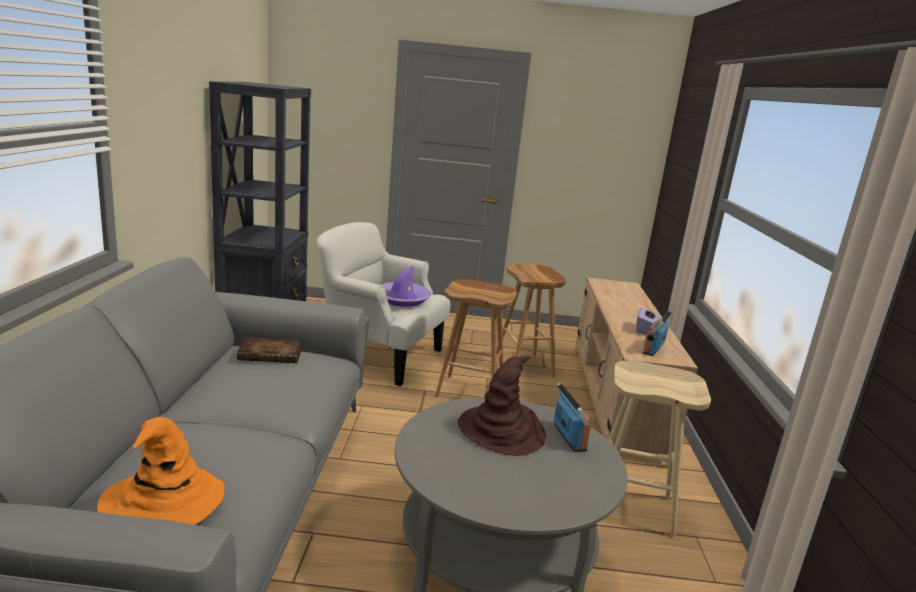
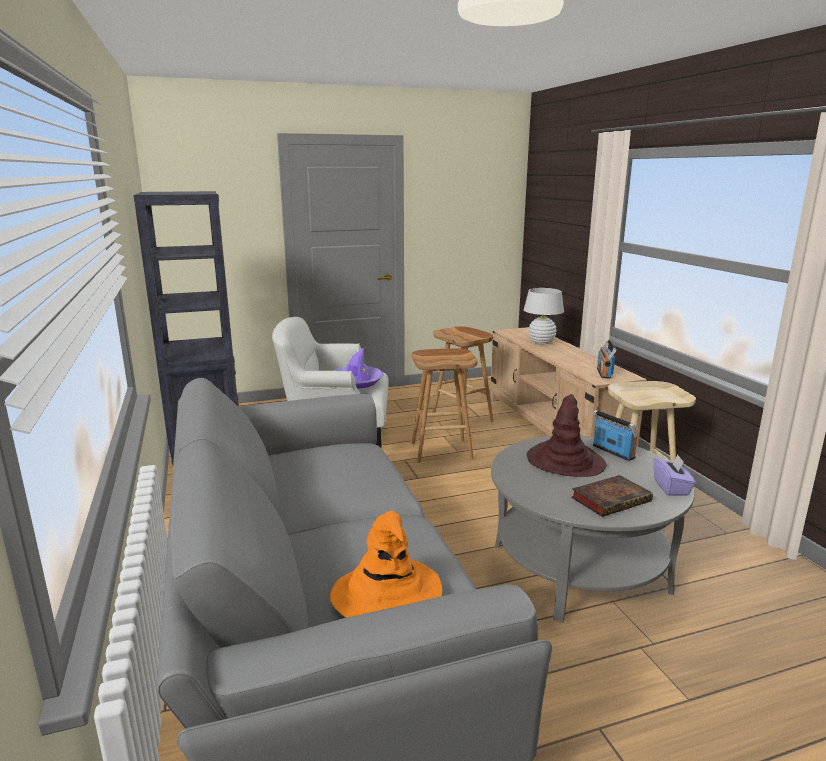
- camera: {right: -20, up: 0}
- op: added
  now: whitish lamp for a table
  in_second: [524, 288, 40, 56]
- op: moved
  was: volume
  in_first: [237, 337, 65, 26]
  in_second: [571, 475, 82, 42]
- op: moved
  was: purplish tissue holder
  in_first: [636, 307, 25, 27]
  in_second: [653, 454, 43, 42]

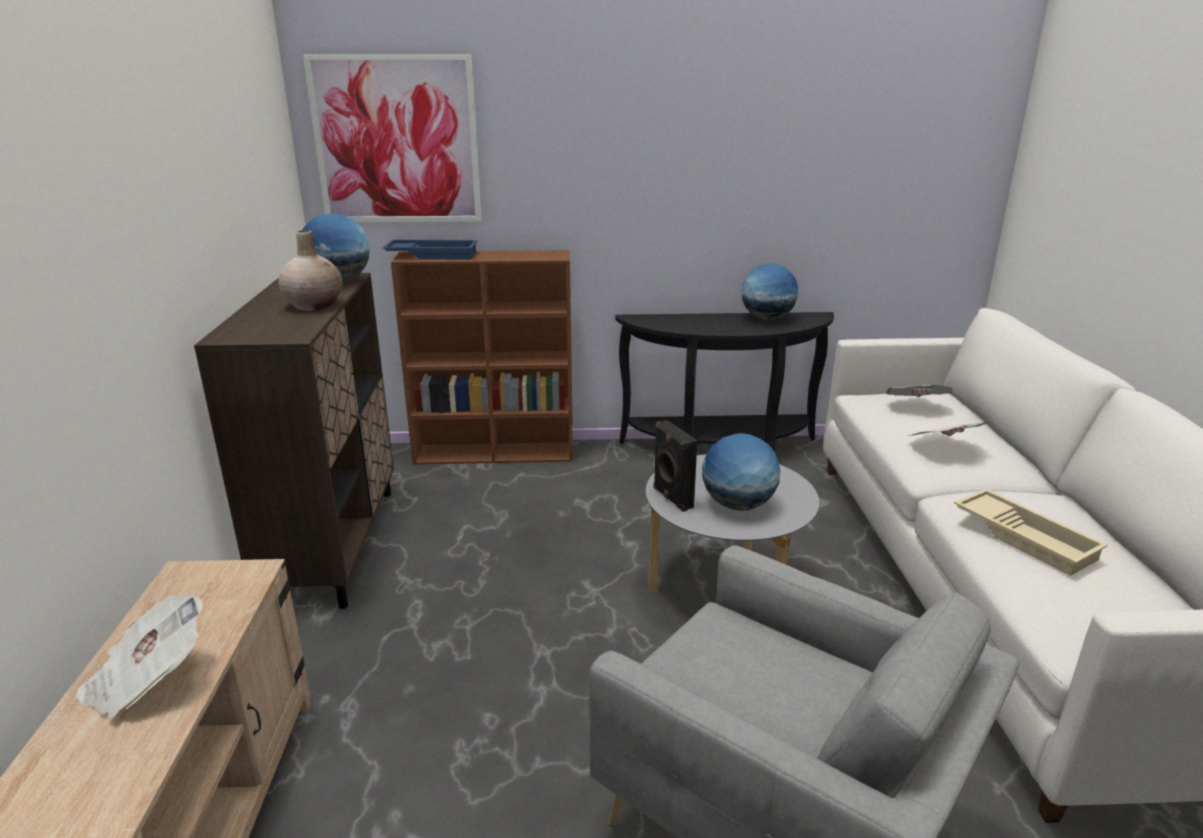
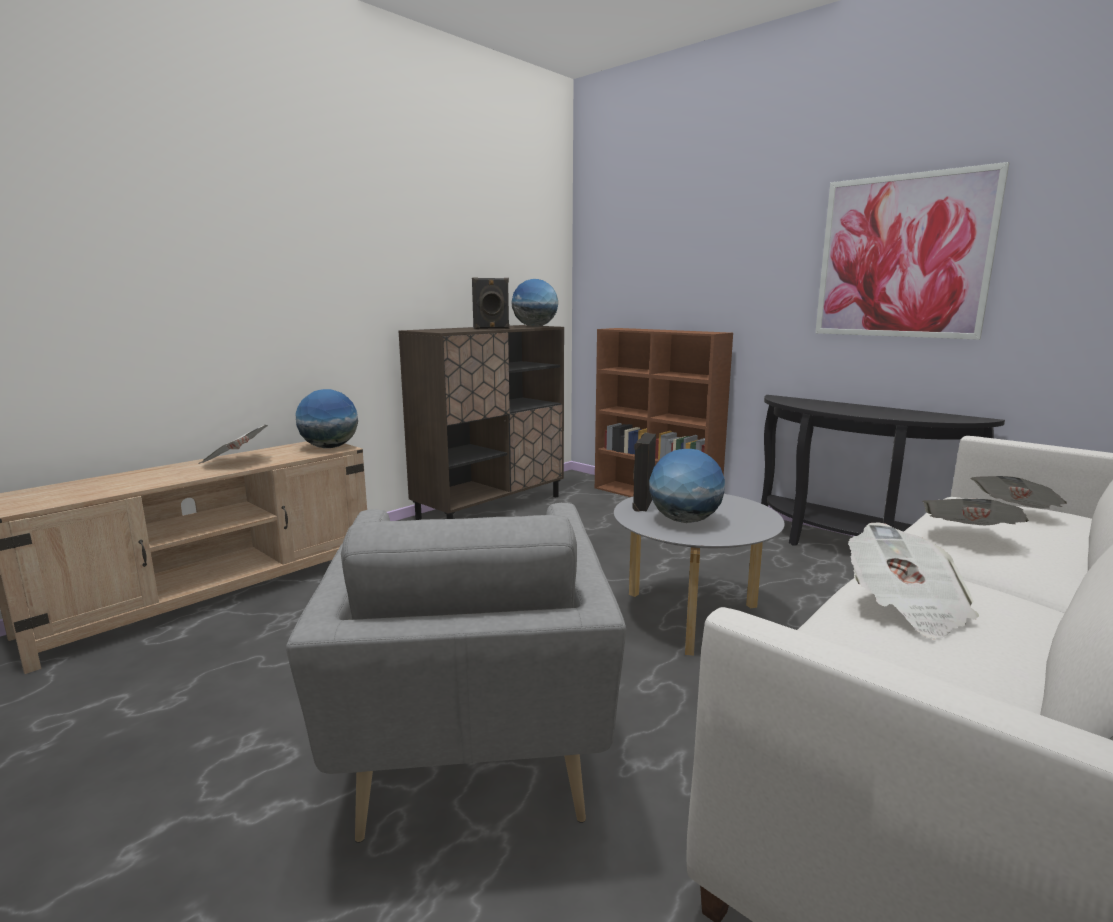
- camera: {right: 45, up: -10}
- op: moved
  was: world globe
  in_first: [742, 264, 56, 56]
  in_second: [296, 389, 62, 59]
- op: replaced
  was: sand-coloured flower vase
  now: blackish loudspeaker
  in_first: [278, 230, 65, 81]
  in_second: [472, 277, 38, 52]
- op: moved
  was: wall art
  in_first: [303, 54, 179, 168]
  in_second: [815, 162, 194, 178]
- op: replaced
  was: sand-coloured carrying tray
  now: newspaper
  in_first: [954, 489, 154, 87]
  in_second: [848, 522, 131, 118]
- op: removed
  was: blue carrying tray
  in_first: [383, 240, 95, 20]

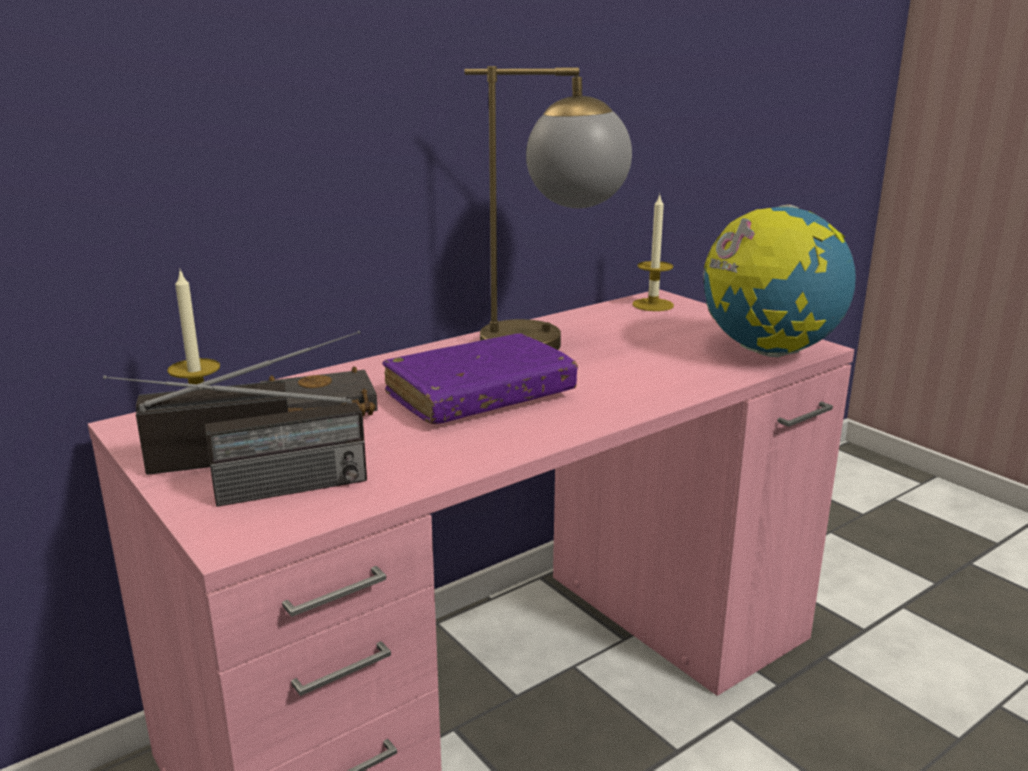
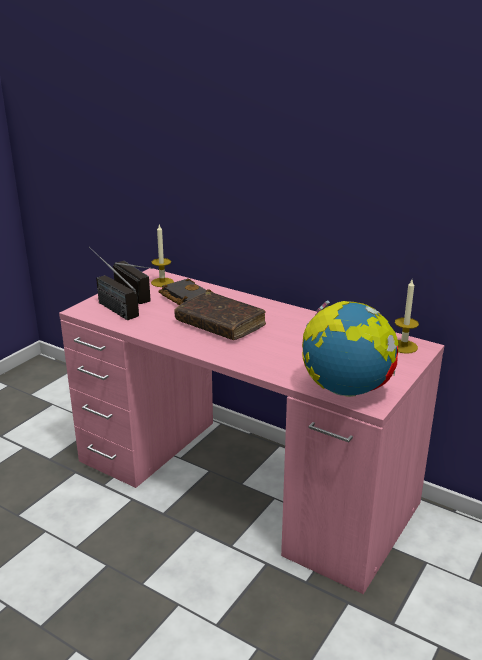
- camera: {right: 70, up: 5}
- op: recoloured
  was: purplish volume
  now: brown-coloured volume
  in_first: [382, 333, 196, 91]
  in_second: [174, 291, 92, 49]
- op: removed
  was: lamp for a table
  in_first: [465, 66, 167, 284]

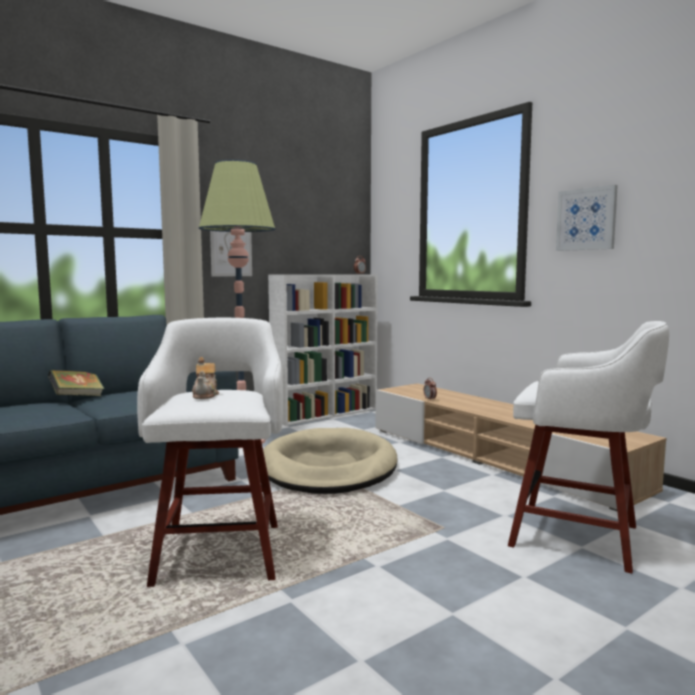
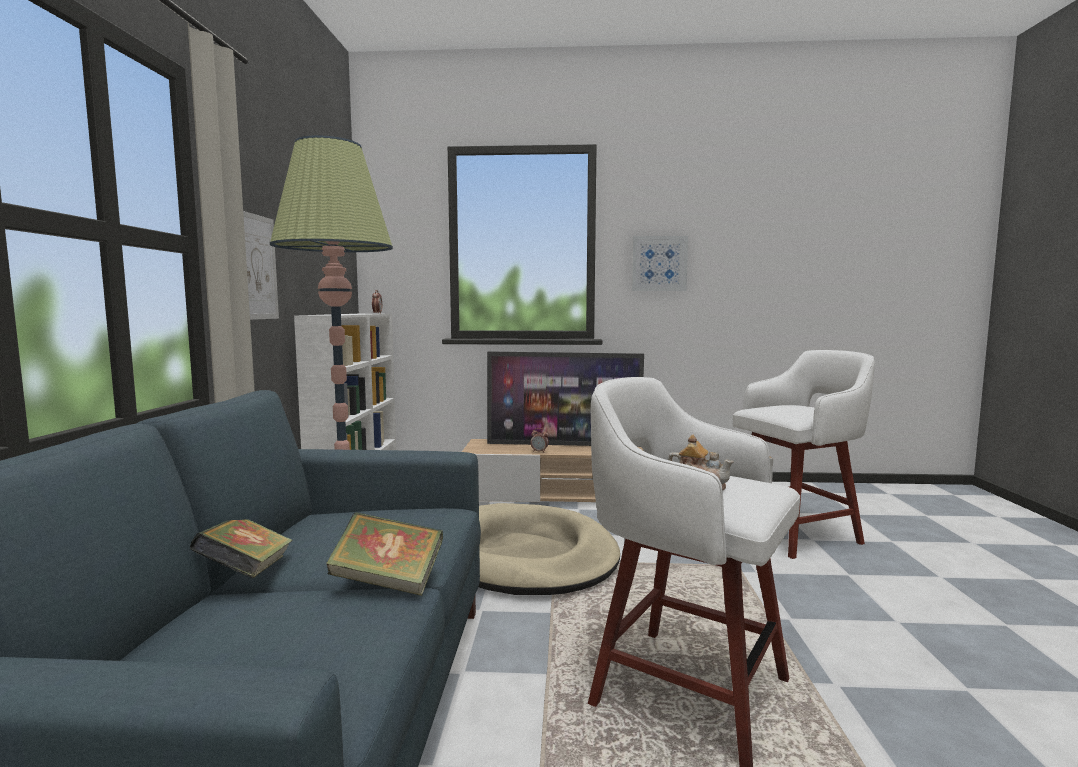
- camera: {right: -50, up: 0}
- op: added
  now: volume
  in_second: [326, 512, 117, 84]
- op: added
  now: TV set
  in_second: [487, 351, 157, 95]

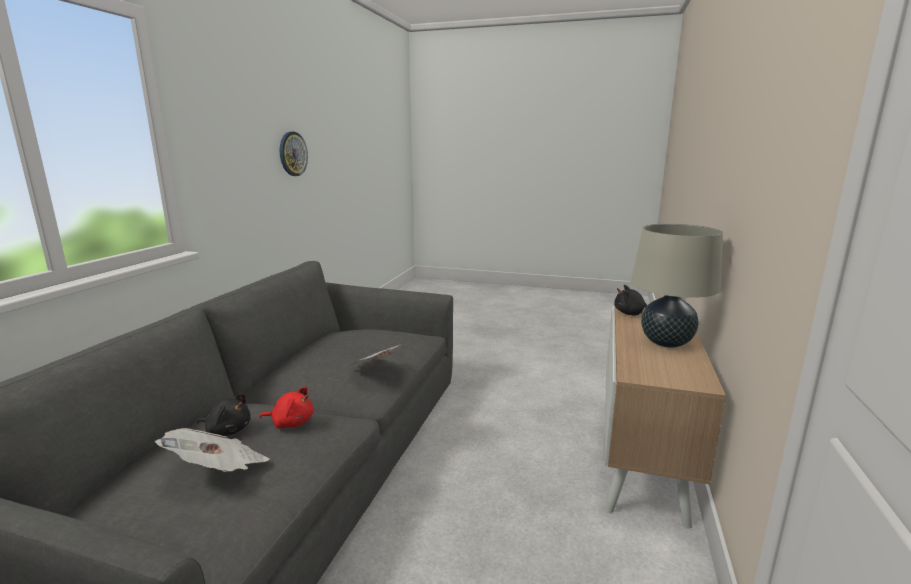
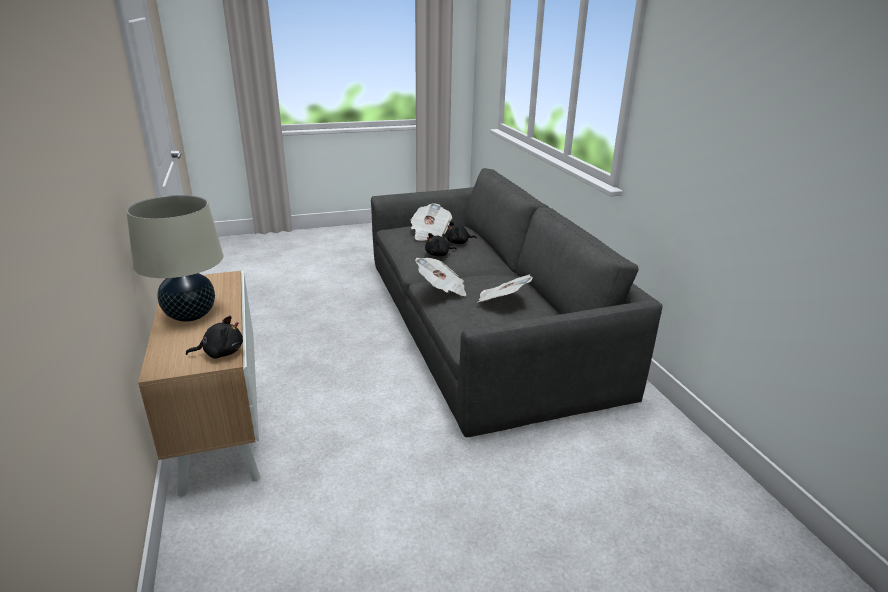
- camera: {right: 145, up: 10}
- op: recoloured
  was: red plush toy
  now: blackish plush toy
  in_first: [259, 387, 55, 42]
  in_second: [425, 233, 32, 24]
- op: added
  now: newspaper
  in_second: [477, 274, 56, 29]
- op: removed
  was: clock on the wall
  in_first: [280, 132, 28, 44]

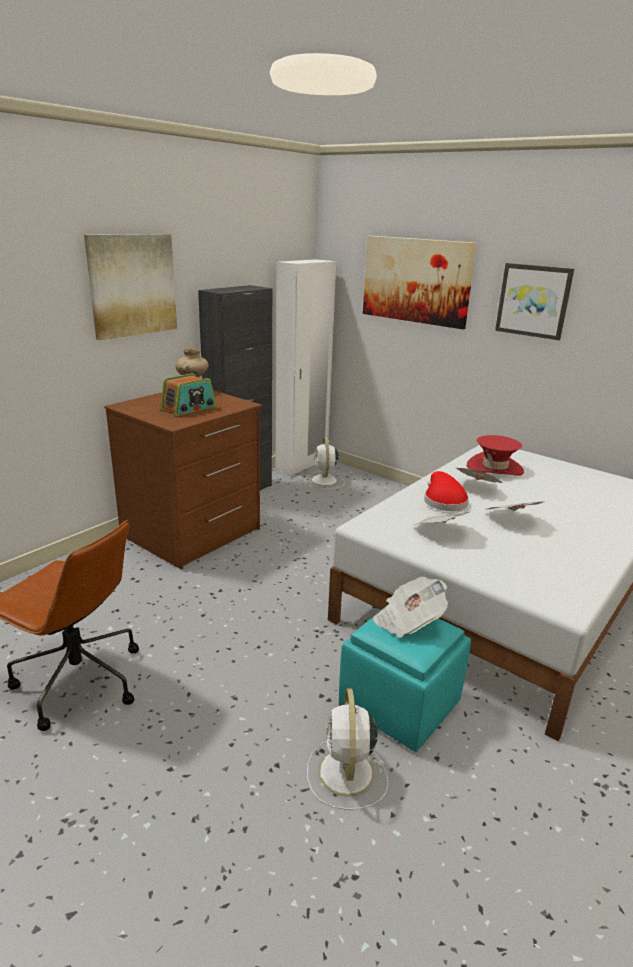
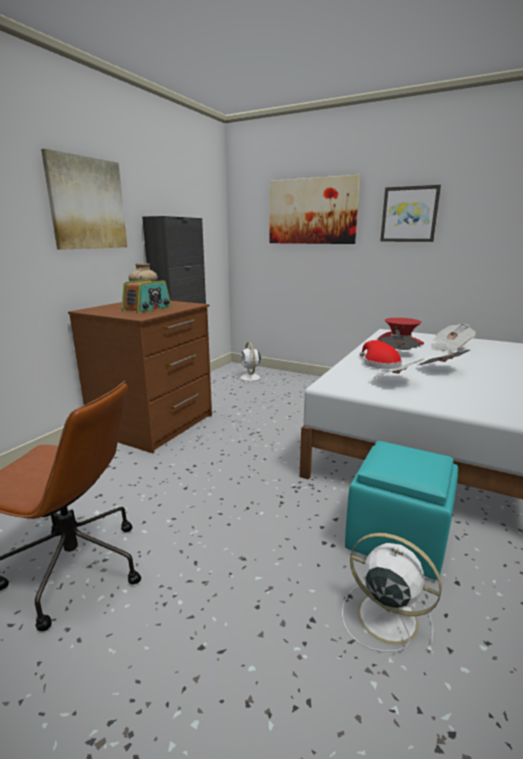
- camera: {right: -10, up: -5}
- op: turned
  was: whitish cooling fan
  in_first: [307, 688, 81, 122]
  in_second: [342, 533, 100, 120]
  clockwise: 135
- op: moved
  was: newspaper
  in_first: [373, 576, 75, 62]
  in_second: [431, 324, 45, 27]
- op: removed
  was: whitish armoire
  in_first: [275, 259, 61, 216]

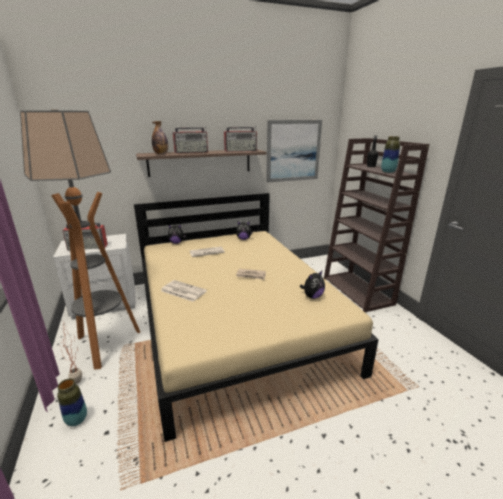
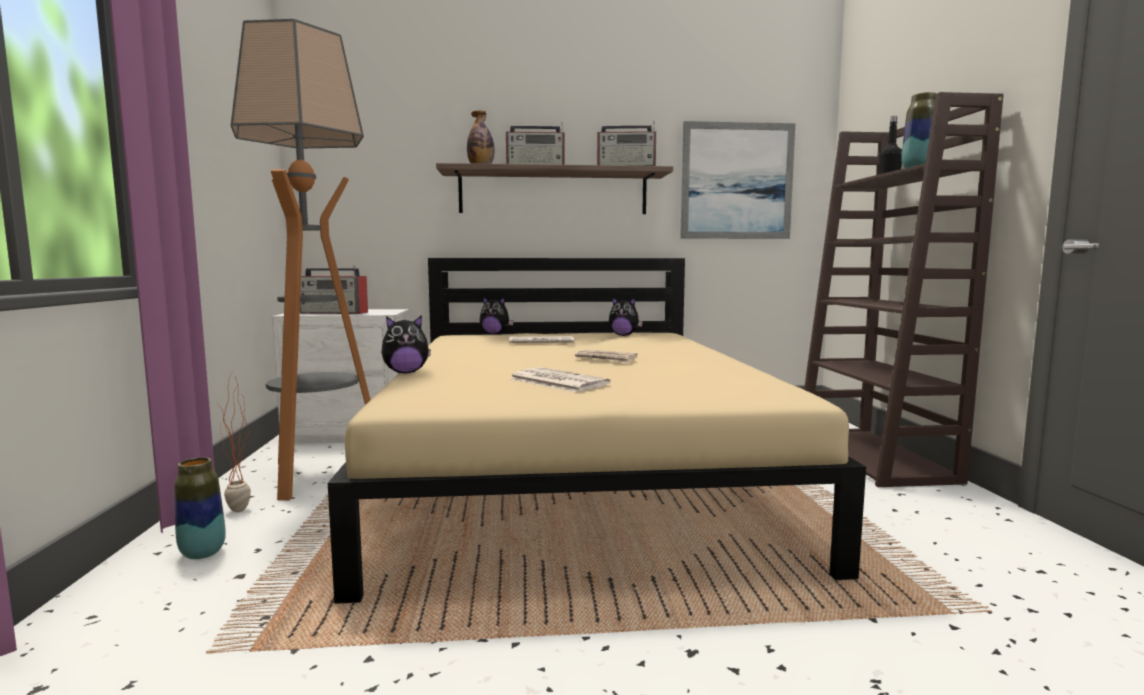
- camera: {right: 15, up: -15}
- op: moved
  was: plush toy
  in_first: [300, 271, 25, 28]
  in_second: [381, 315, 50, 58]
- op: moved
  was: newspaper
  in_first: [161, 280, 46, 22]
  in_second: [509, 367, 102, 25]

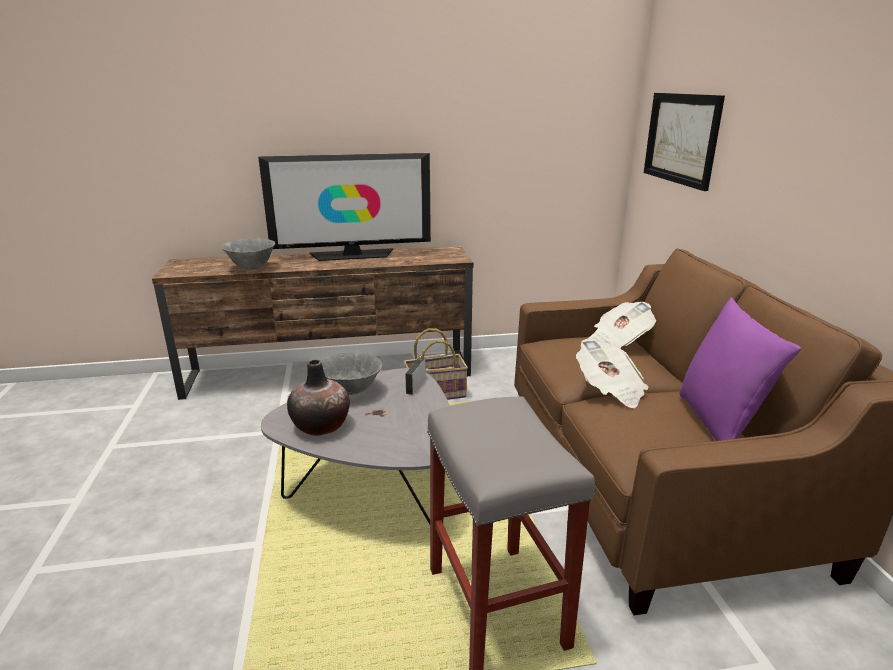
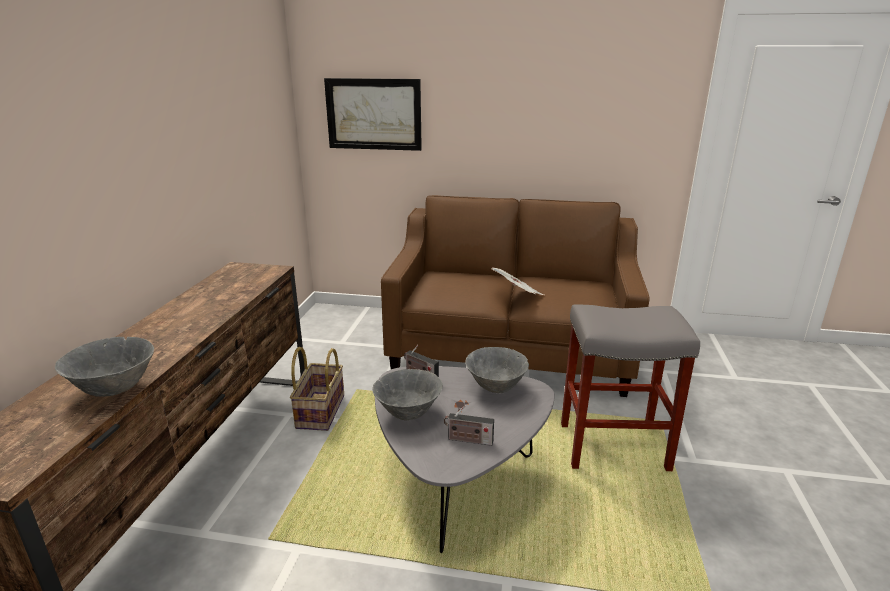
- camera: {right: -70, up: 0}
- op: replaced
  was: flower vase
  now: radio set
  in_first: [287, 360, 63, 76]
  in_second: [444, 405, 50, 41]
- op: added
  now: grey bowl
  in_second: [465, 347, 64, 46]
- op: removed
  was: TV set
  in_first: [258, 153, 173, 108]
- op: removed
  was: newspaper
  in_first: [588, 302, 68, 47]
- op: removed
  was: purplish cushion
  in_first: [679, 297, 122, 144]

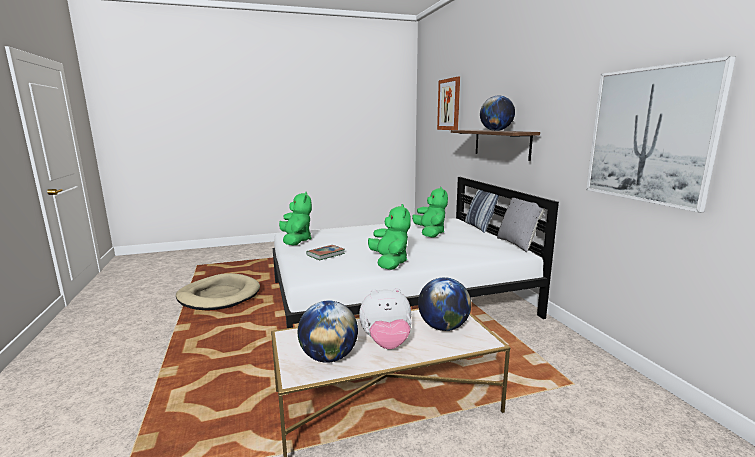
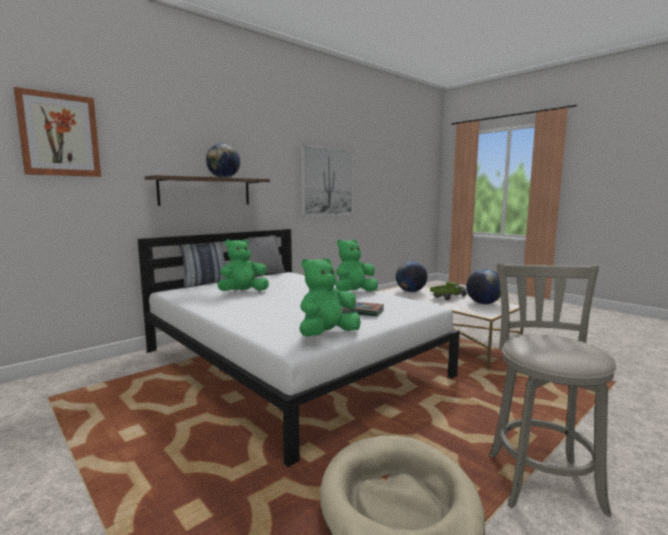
- camera: {right: -115, up: -5}
- op: replaced
  was: plush toy
  now: model truck
  in_first: [359, 288, 53, 61]
  in_second: [430, 282, 37, 19]
- op: added
  now: grey stool seat
  in_second: [488, 263, 128, 253]

